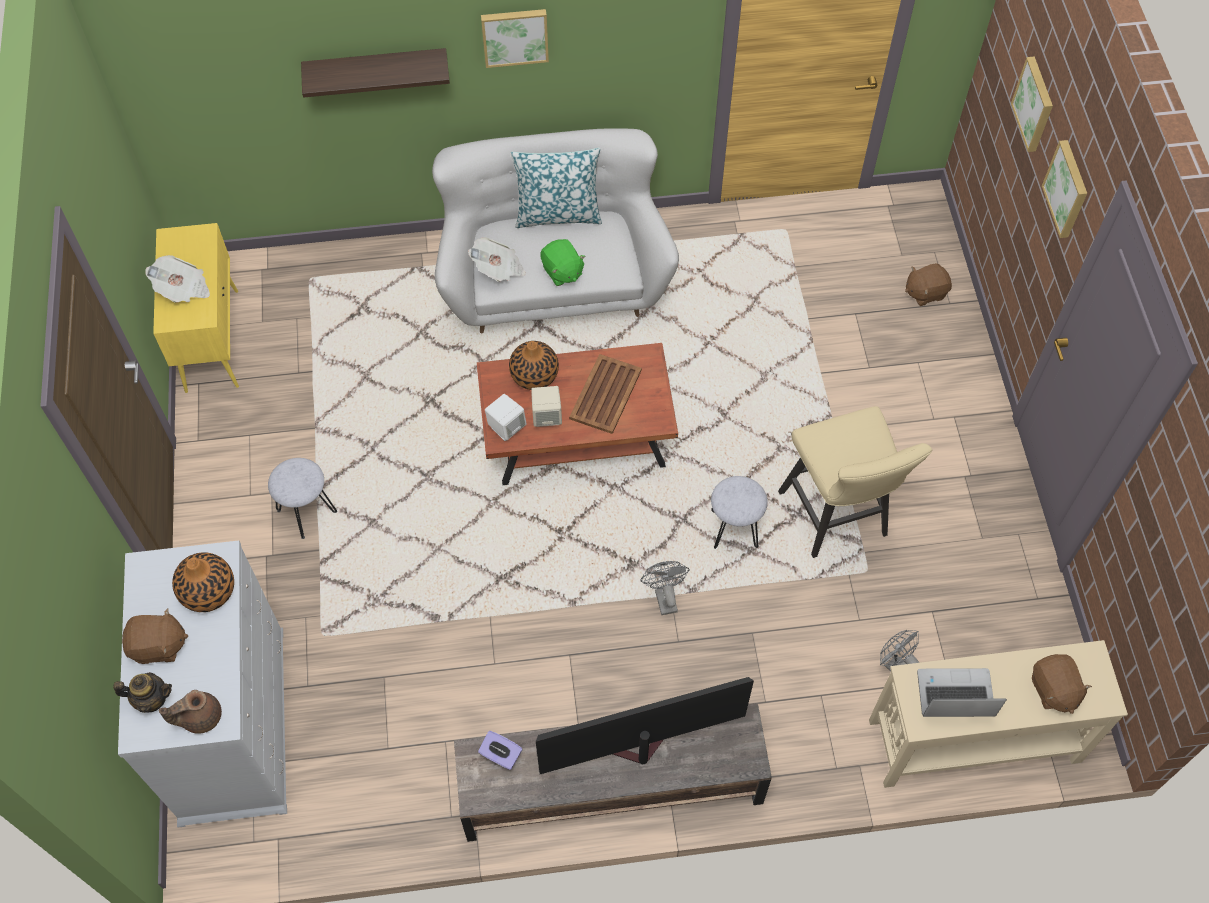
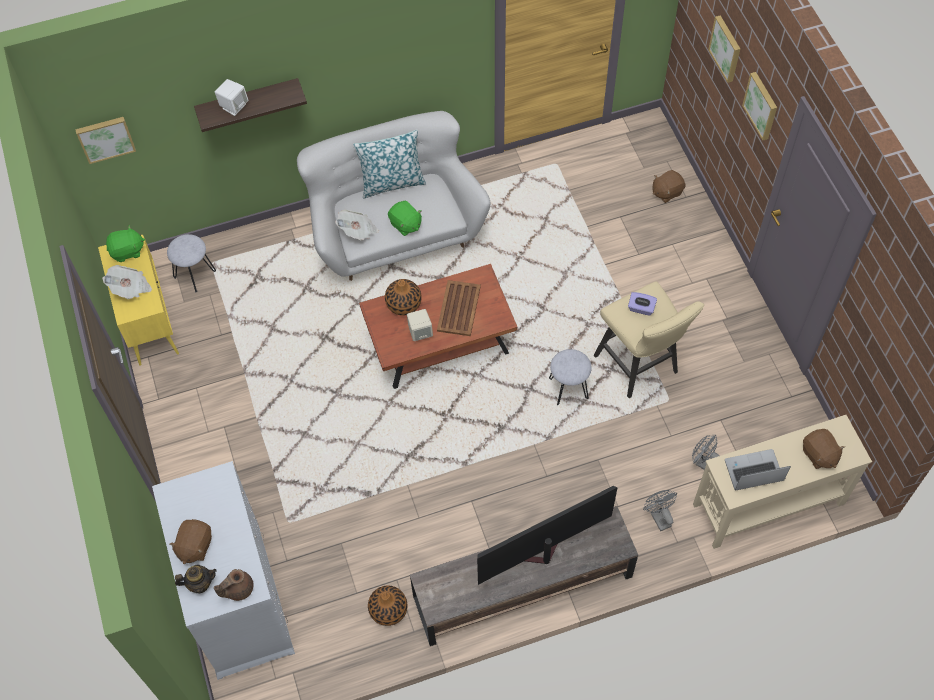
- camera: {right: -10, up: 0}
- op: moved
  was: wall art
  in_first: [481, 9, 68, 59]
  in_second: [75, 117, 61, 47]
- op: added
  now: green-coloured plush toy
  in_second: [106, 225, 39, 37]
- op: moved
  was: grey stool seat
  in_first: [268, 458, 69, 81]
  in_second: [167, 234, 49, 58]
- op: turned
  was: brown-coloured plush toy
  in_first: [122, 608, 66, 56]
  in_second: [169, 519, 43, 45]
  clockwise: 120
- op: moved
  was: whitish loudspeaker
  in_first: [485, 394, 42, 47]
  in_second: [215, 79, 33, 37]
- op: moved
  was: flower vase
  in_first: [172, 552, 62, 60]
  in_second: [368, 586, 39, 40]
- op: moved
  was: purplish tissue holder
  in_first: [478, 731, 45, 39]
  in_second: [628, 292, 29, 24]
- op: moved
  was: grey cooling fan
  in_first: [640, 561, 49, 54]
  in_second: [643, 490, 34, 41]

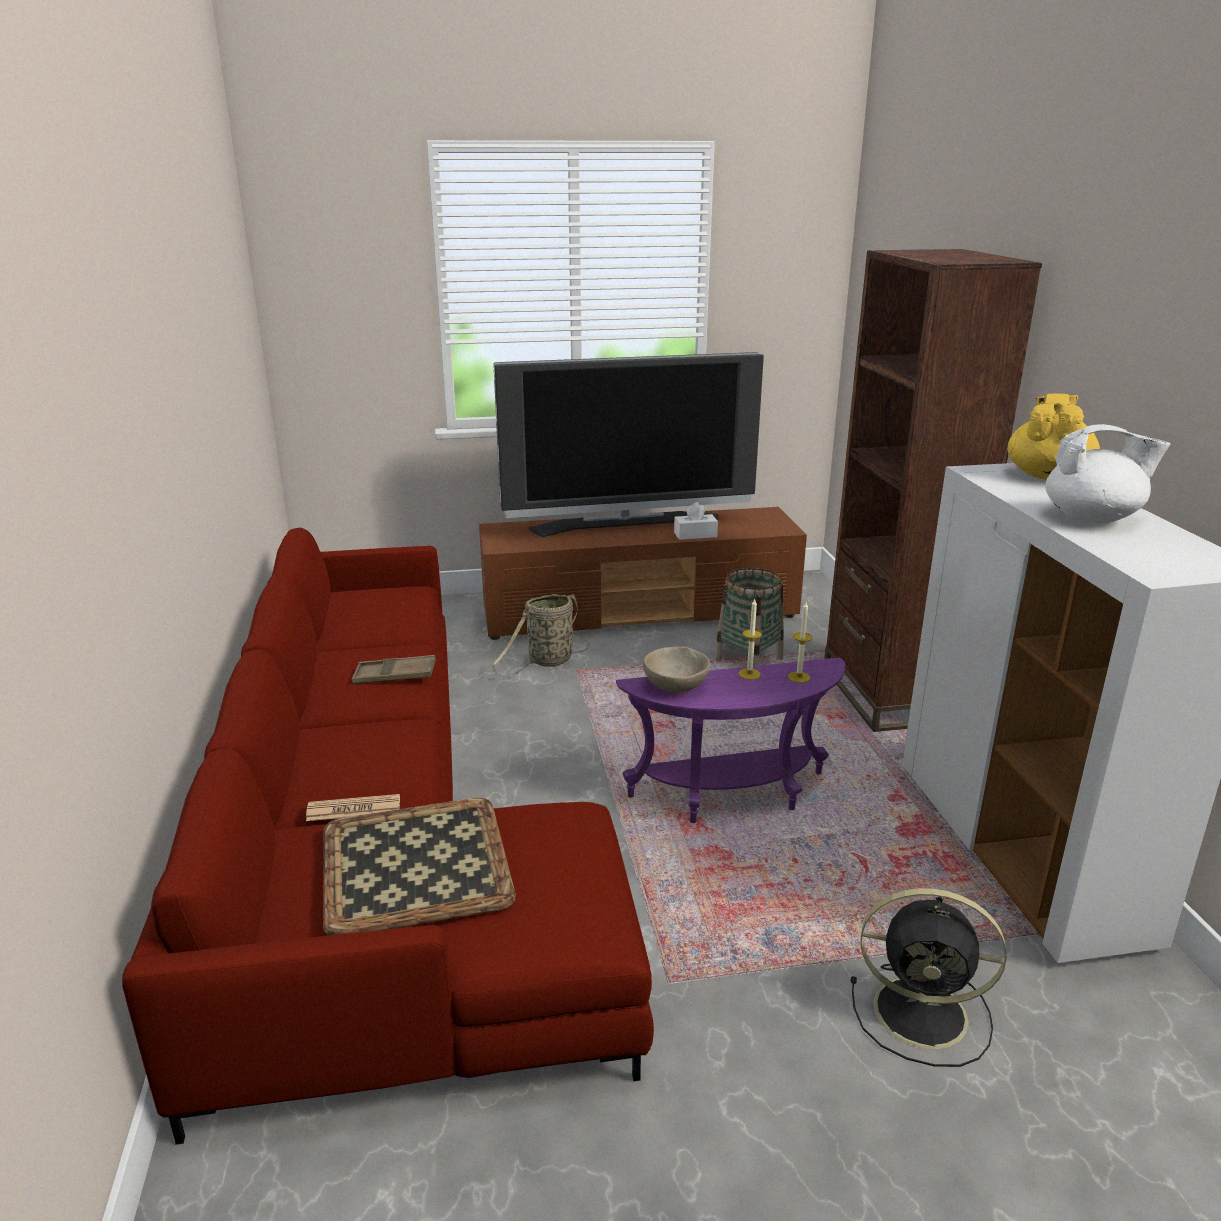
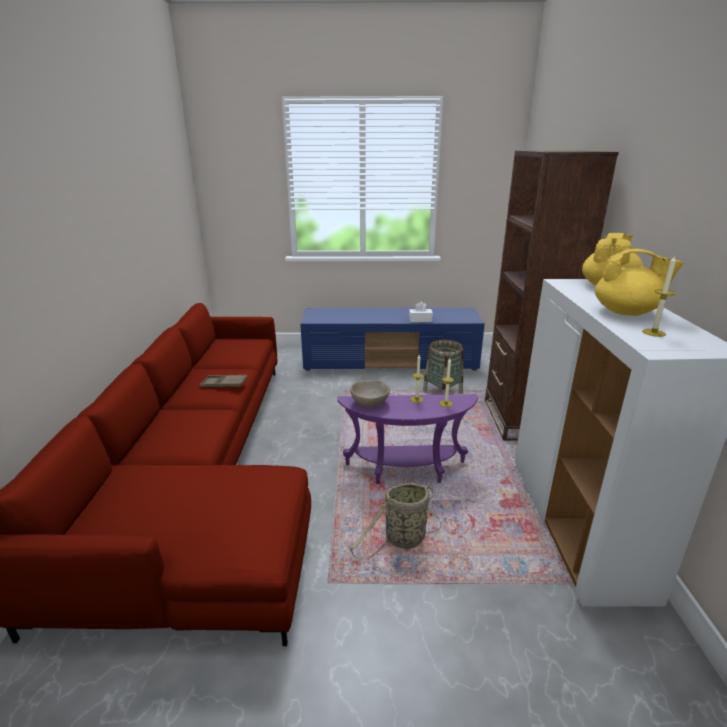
- camera: {right: 10, up: 0}
- op: recoloured
  was: brown-coloured tv stand
  now: blue tv stand
  in_first: [479, 507, 328, 133]
  in_second: [300, 308, 185, 63]
- op: moved
  was: household basket
  in_first: [491, 594, 99, 82]
  in_second: [349, 483, 93, 77]
- op: recoloured
  was: whitish teapot
  now: yellow-coloured teapot
  in_first: [1045, 424, 125, 99]
  in_second: [595, 249, 89, 67]
- op: added
  now: wax light
  in_second: [642, 256, 34, 81]
- op: removed
  was: newspaper
  in_first: [306, 794, 94, 27]
- op: removed
  was: carrying tray
  in_first: [323, 798, 193, 137]
- op: removed
  was: TV set
  in_first: [493, 352, 271, 185]
- op: removed
  was: blackish cooling fan
  in_first: [851, 888, 156, 179]

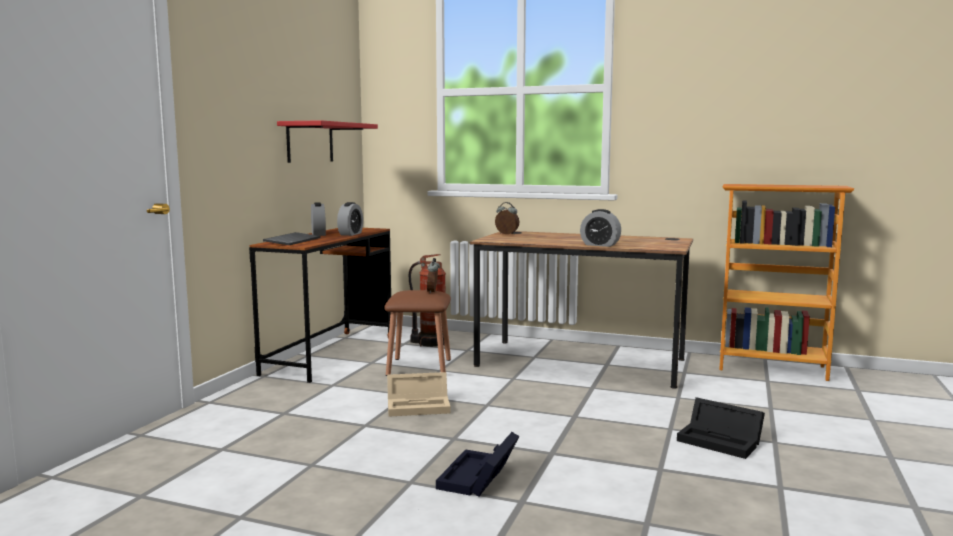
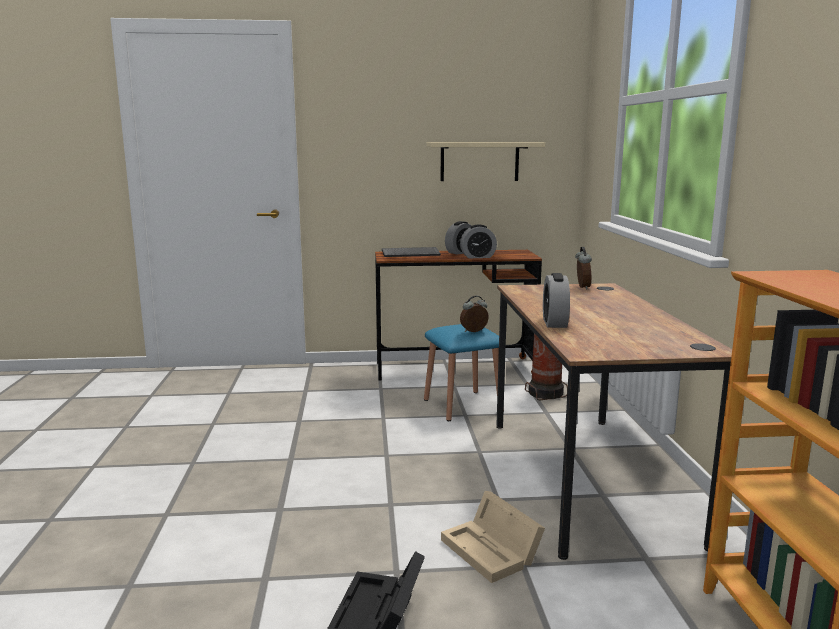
- camera: {right: 65, up: 5}
- op: recoloured
  was: brown-coloured stool seat
  now: blue stool seat
  in_first: [384, 290, 67, 86]
  in_second: [424, 324, 80, 97]
- op: recoloured
  was: red bracket shelf
  now: sand-coloured bracket shelf
  in_first: [277, 120, 101, 43]
  in_second: [427, 142, 118, 39]
- op: moved
  was: sand-coloured storage container
  in_first: [387, 372, 64, 44]
  in_second: [441, 491, 104, 92]
- op: removed
  was: blackish storage container
  in_first: [436, 432, 83, 65]

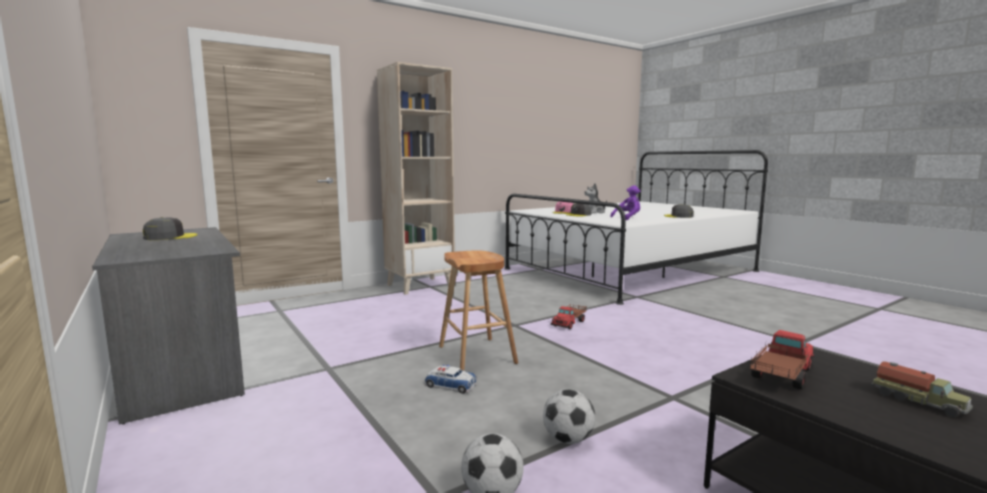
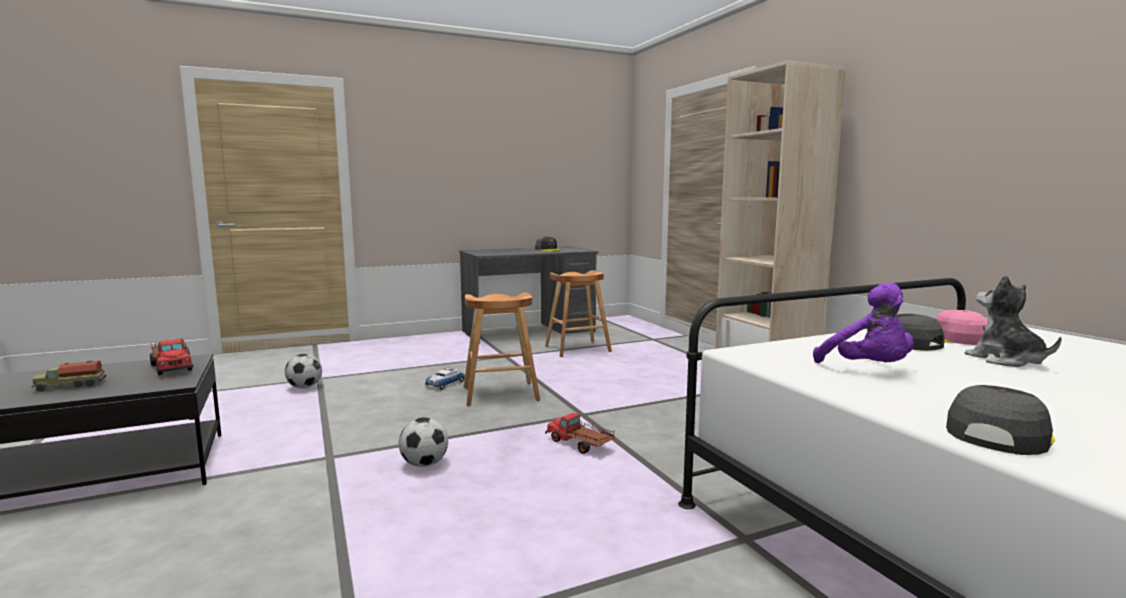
- camera: {right: 100, up: 0}
- op: moved
  was: football ball
  in_first: [543, 389, 53, 55]
  in_second: [399, 417, 49, 50]
- op: added
  now: brown-coloured stool seat
  in_second: [545, 270, 67, 87]

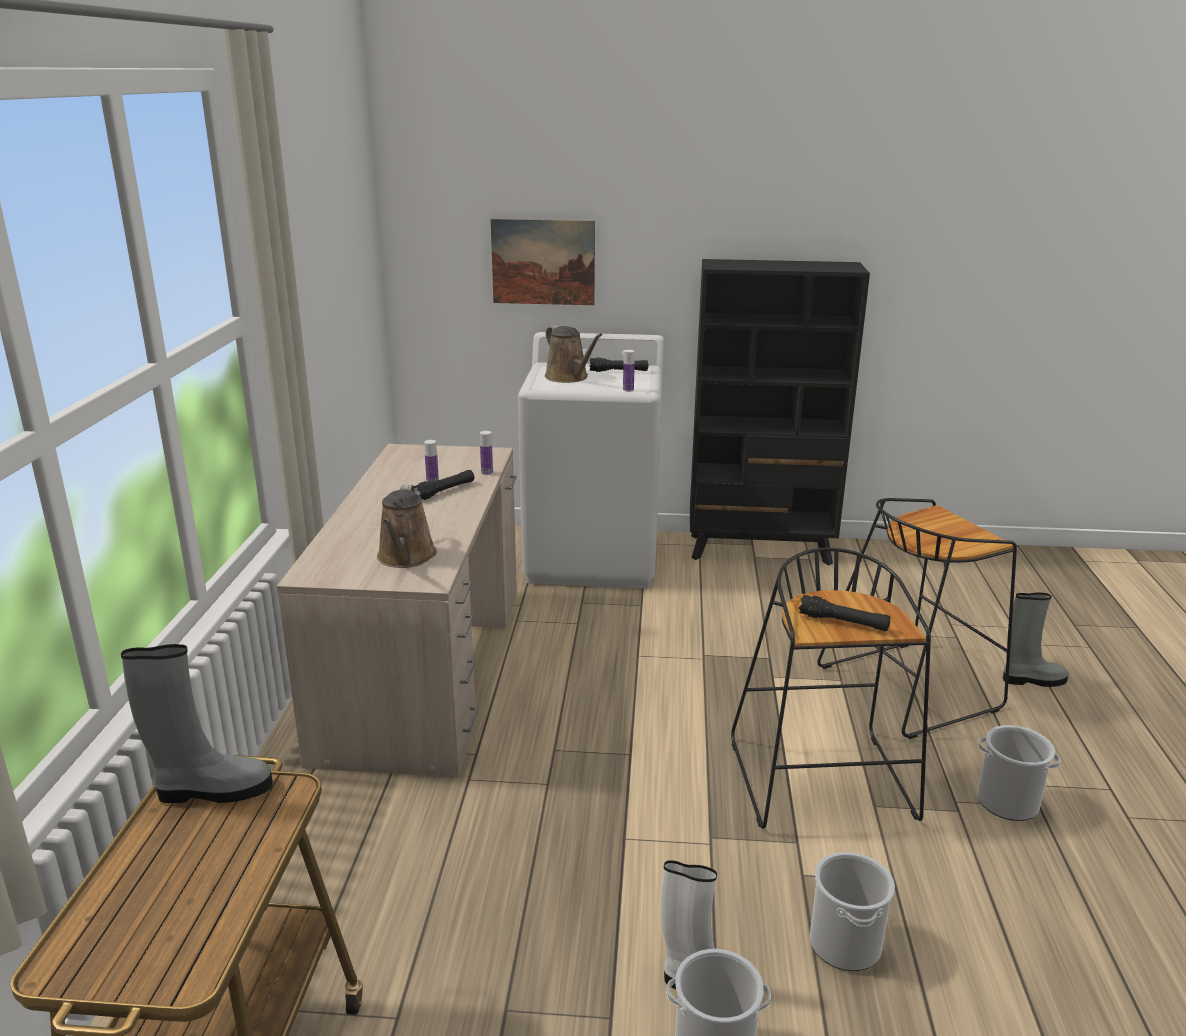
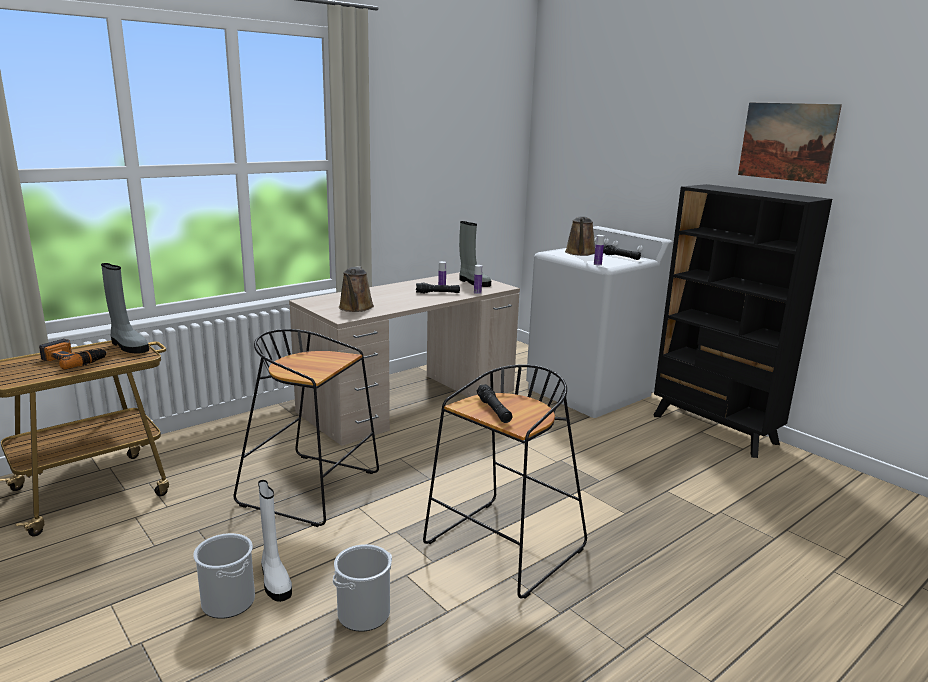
- camera: {right: 45, up: -5}
- op: added
  now: power drill
  in_second: [39, 339, 68, 31]
- op: moved
  was: blackish stool seat
  in_first: [817, 498, 200, 241]
  in_second: [233, 329, 146, 198]
- op: turned
  was: brown-coloured sprinkling can
  in_first: [377, 485, 60, 83]
  in_second: [339, 266, 35, 46]
  clockwise: -45
- op: moved
  was: grey tall boot
  in_first: [1003, 592, 66, 95]
  in_second: [459, 221, 32, 66]
- op: moved
  was: wall art
  in_first: [491, 219, 104, 86]
  in_second: [738, 102, 104, 82]
- op: removed
  was: water bucket
  in_first: [977, 725, 83, 96]

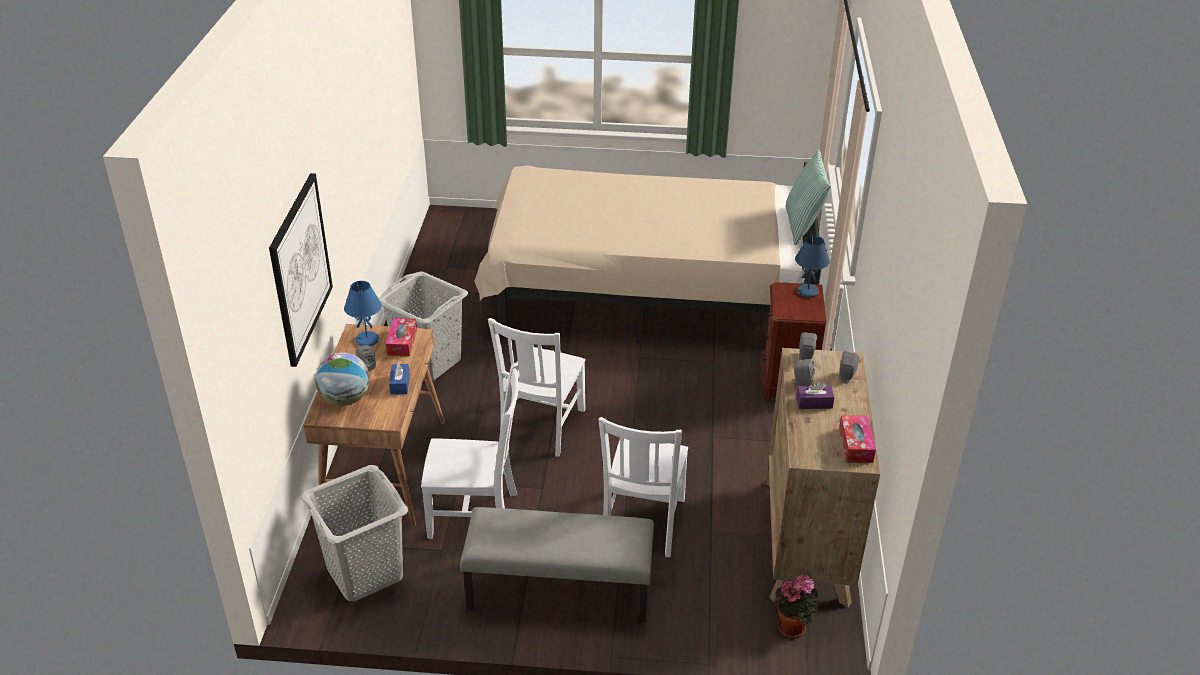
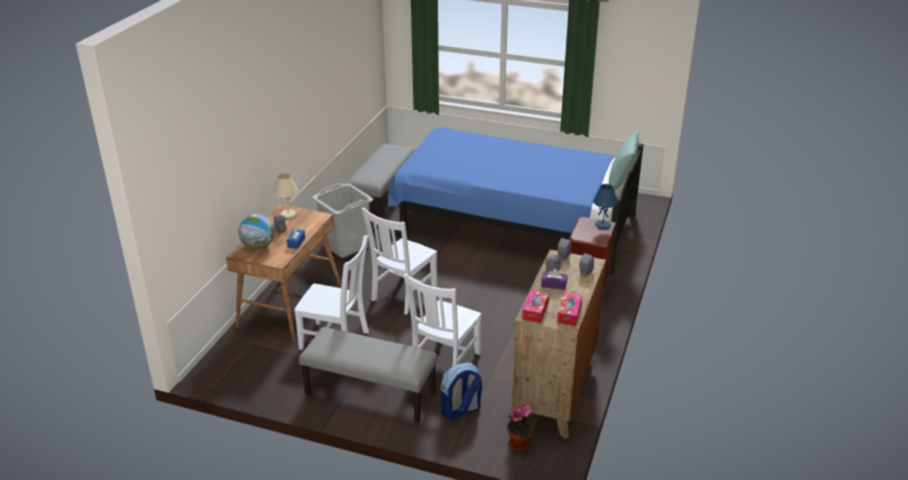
- camera: {right: 15, up: -5}
- op: recoloured
  was: blue lamp for a table
  now: sand-coloured lamp for a table
  in_first: [344, 281, 38, 65]
  in_second: [273, 173, 25, 46]
- op: added
  now: grey long seat
  in_second: [346, 144, 69, 74]
- op: recoloured
  was: sand-coloured sleeping bed
  now: blue sleeping bed
  in_first: [474, 162, 347, 165]
  in_second: [386, 127, 258, 148]
- op: added
  now: rucksack
  in_second: [441, 363, 41, 57]
- op: moved
  was: tissue holder
  in_first: [386, 318, 31, 38]
  in_second: [522, 290, 27, 33]
- op: removed
  was: wall art
  in_first: [269, 173, 64, 194]
- op: removed
  was: grey laundry basket
  in_first: [300, 465, 108, 137]

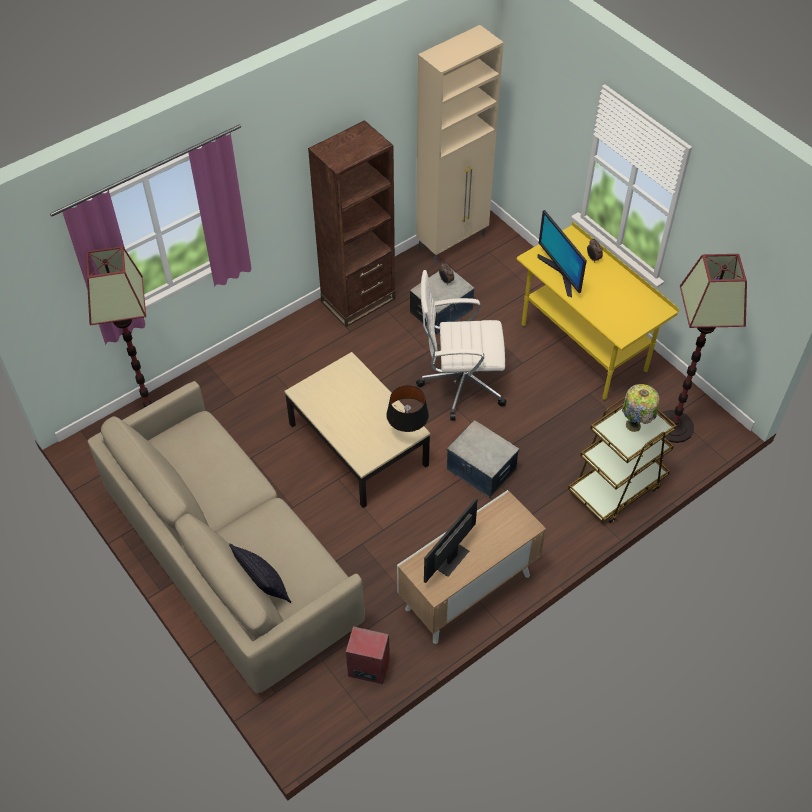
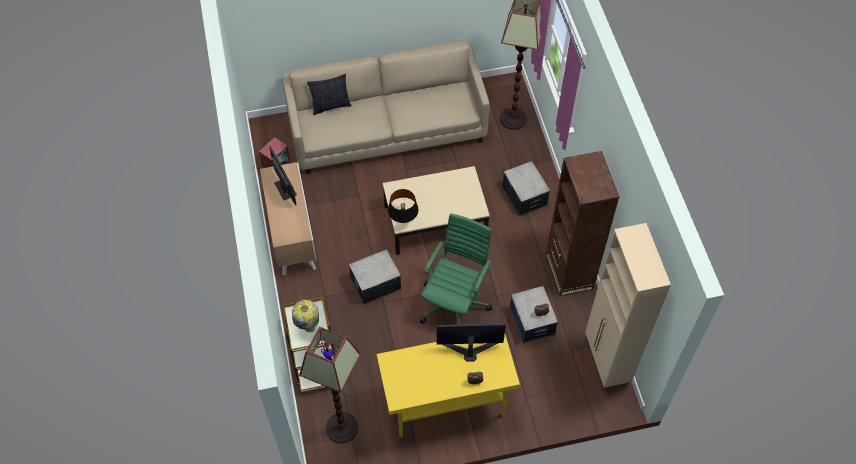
- camera: {right: 115, up: 5}
- op: recoloured
  was: whitish computer chair
  now: green-coloured computer chair
  in_first: [416, 270, 91, 151]
  in_second: [420, 213, 72, 112]
- op: added
  now: storage container
  in_second: [502, 161, 48, 55]

